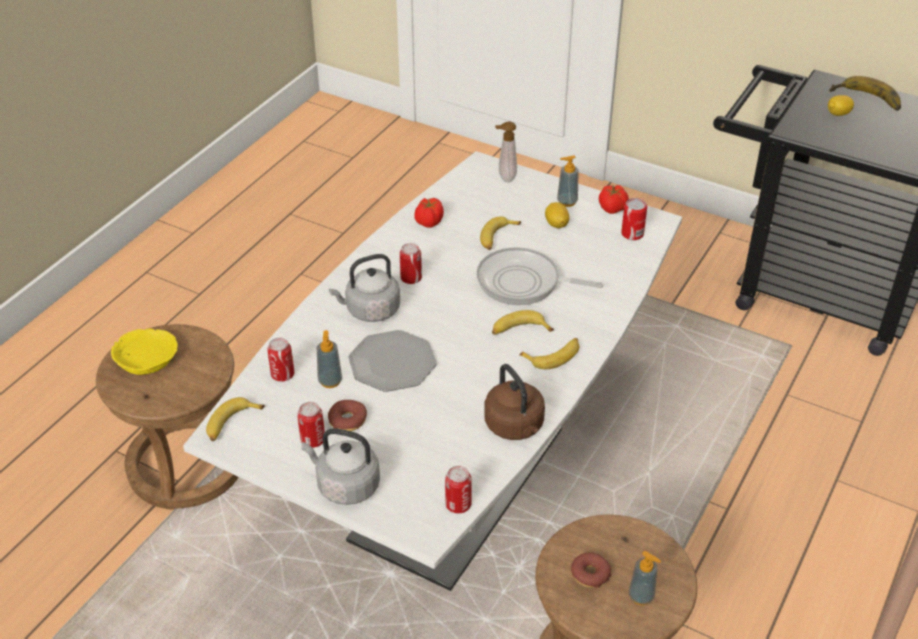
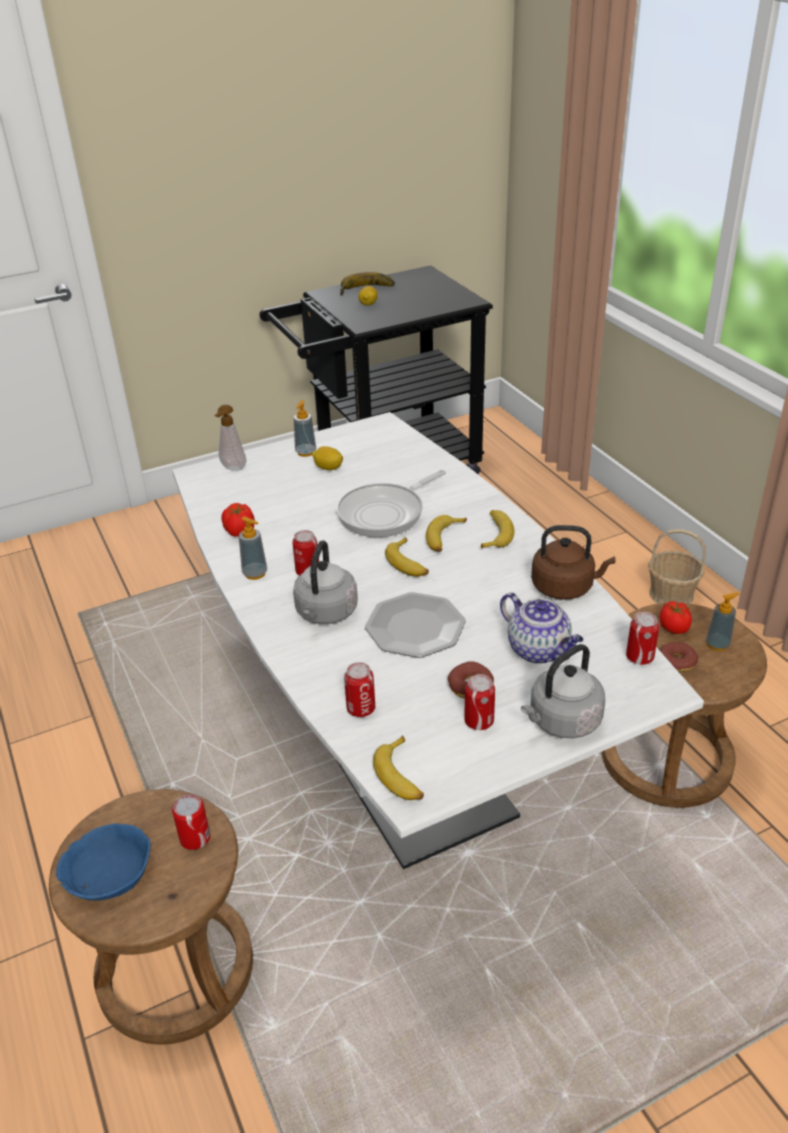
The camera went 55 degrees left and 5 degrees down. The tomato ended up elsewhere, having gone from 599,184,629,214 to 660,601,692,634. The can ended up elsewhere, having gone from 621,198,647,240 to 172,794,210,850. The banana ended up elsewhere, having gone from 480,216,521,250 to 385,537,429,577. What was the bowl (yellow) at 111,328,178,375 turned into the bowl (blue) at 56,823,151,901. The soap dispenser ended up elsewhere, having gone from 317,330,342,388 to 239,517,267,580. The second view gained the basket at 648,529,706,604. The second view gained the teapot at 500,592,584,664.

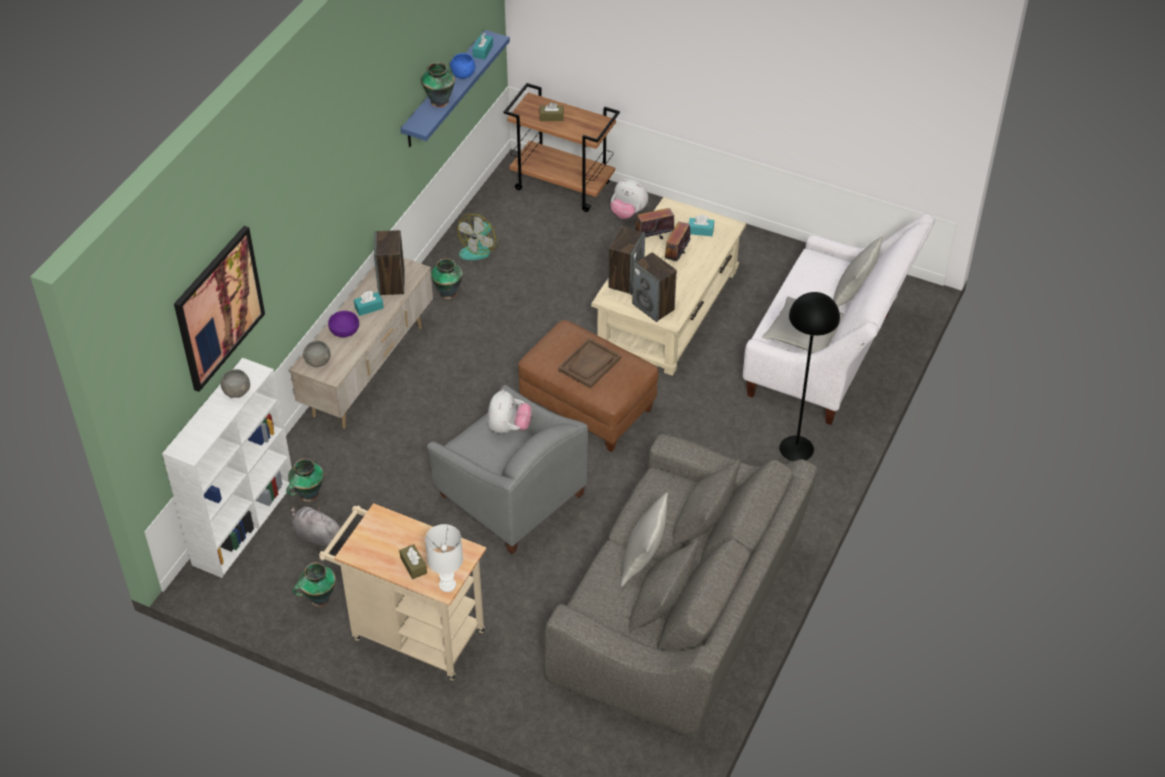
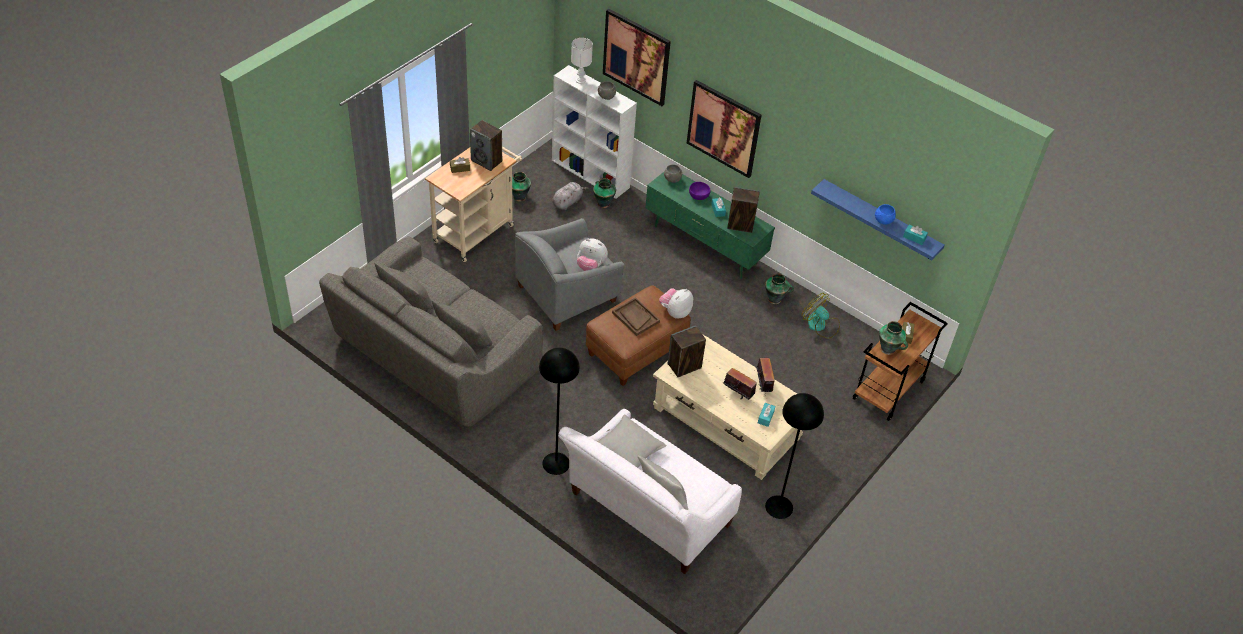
The camera went 100 degrees right and 0 degrees up. The vase ended up elsewhere, having gone from 421,62,455,108 to 879,321,908,355. The plush toy ended up elsewhere, having gone from 610,178,648,219 to 659,288,693,319. The speaker ended up elsewhere, having gone from 608,226,645,295 to 470,120,502,171. What was the tv stand (beige) at 289,258,433,429 turned into the tv stand (green) at 645,172,775,279. The second view lost the pillow (grey) at 620,492,668,587. The table lamp (white) ended up elsewhere, having gone from 425,524,463,592 to 571,38,593,84. The second view gained the picture at 687,80,762,178. The second view gained the floor lamp (black) at 765,393,824,519.

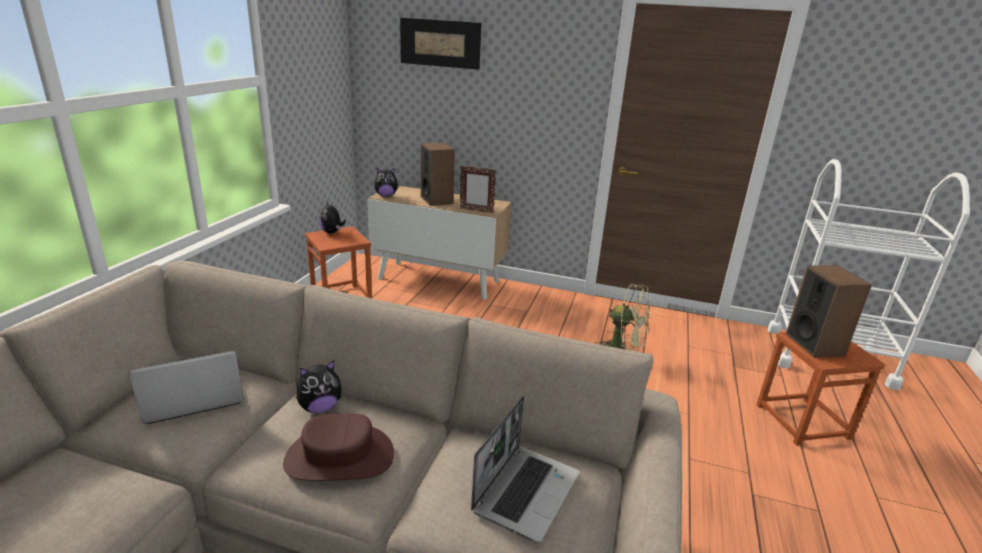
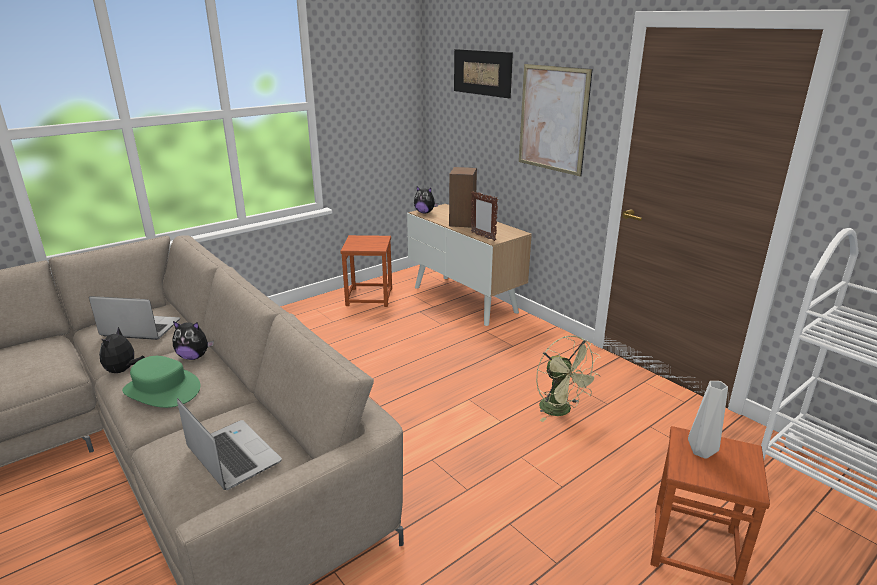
The camera went 35 degrees right and 0 degrees up. The plush toy ended up elsewhere, having gone from 319,201,346,234 to 99,327,145,373. Where the speaker stood at 786,265,872,358, the vase (grey) came to stand at 688,381,728,459. The laptop at 471,396,580,543 ended up facing another way, 105 degrees counterclockwise from before. What was the hat (brown) at 283,413,394,481 turned into the hat (green) at 122,356,200,408. The second view gained the picture at 519,64,593,177.

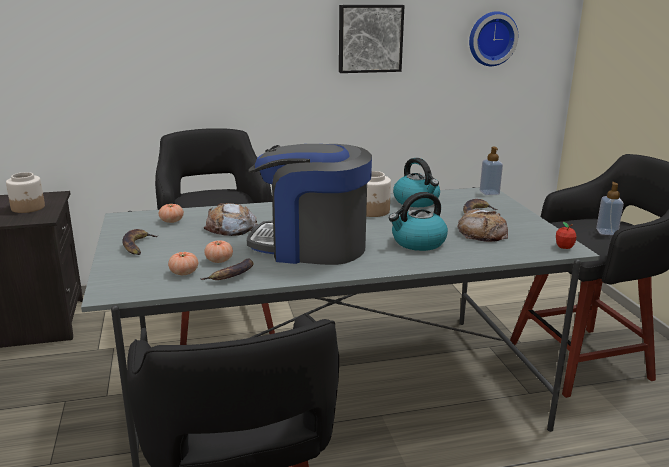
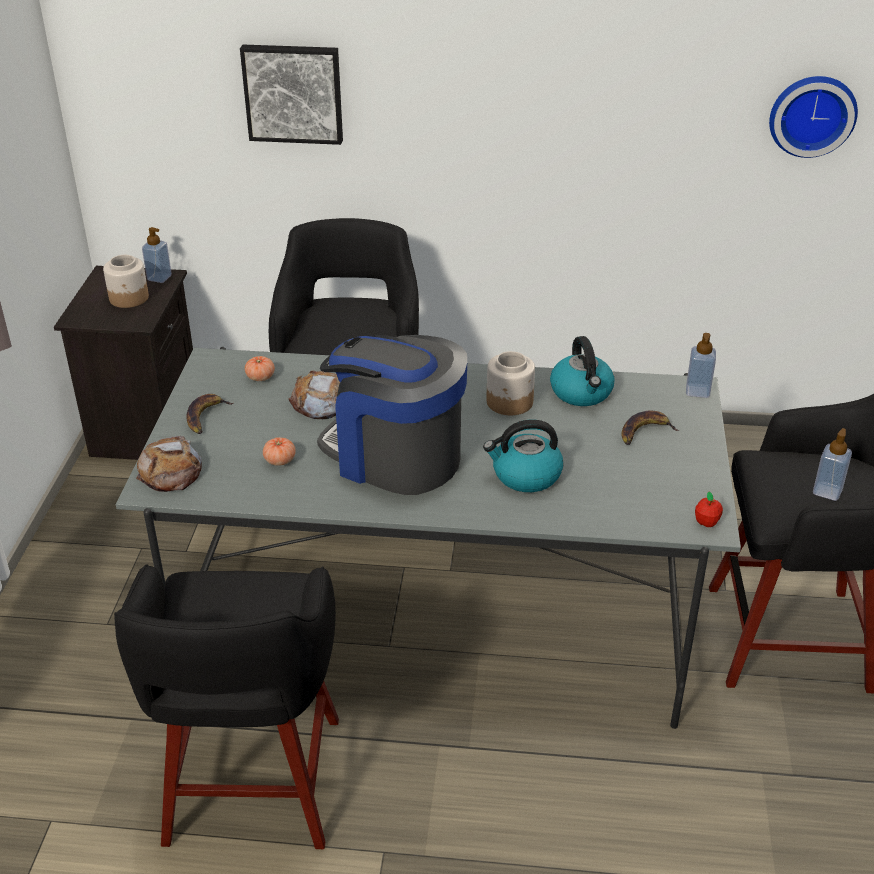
The camera went 20 degrees right and 15 degrees up. The picture ended up elsewhere, having gone from 339,5,405,73 to 240,45,343,145. The bread ended up elsewhere, having gone from 457,209,508,242 to 136,436,202,492. The second view lost the tomato at 168,252,198,275. The second view lost the banana at 200,258,254,280. The second view gained the soap dispenser at 142,227,172,283.

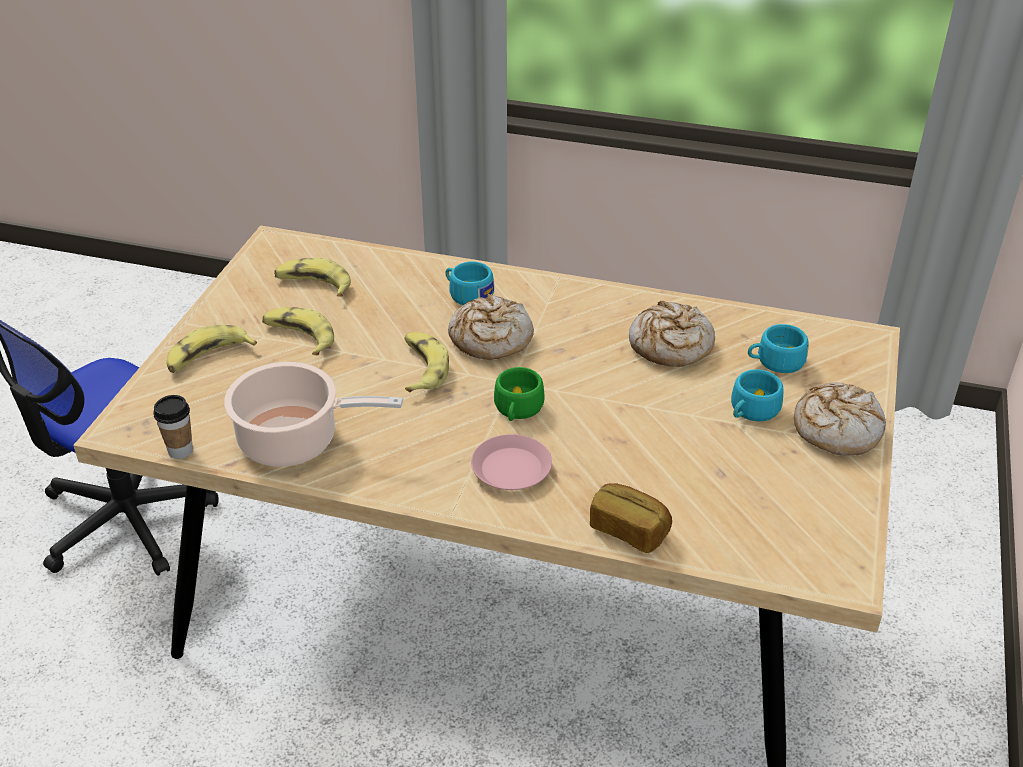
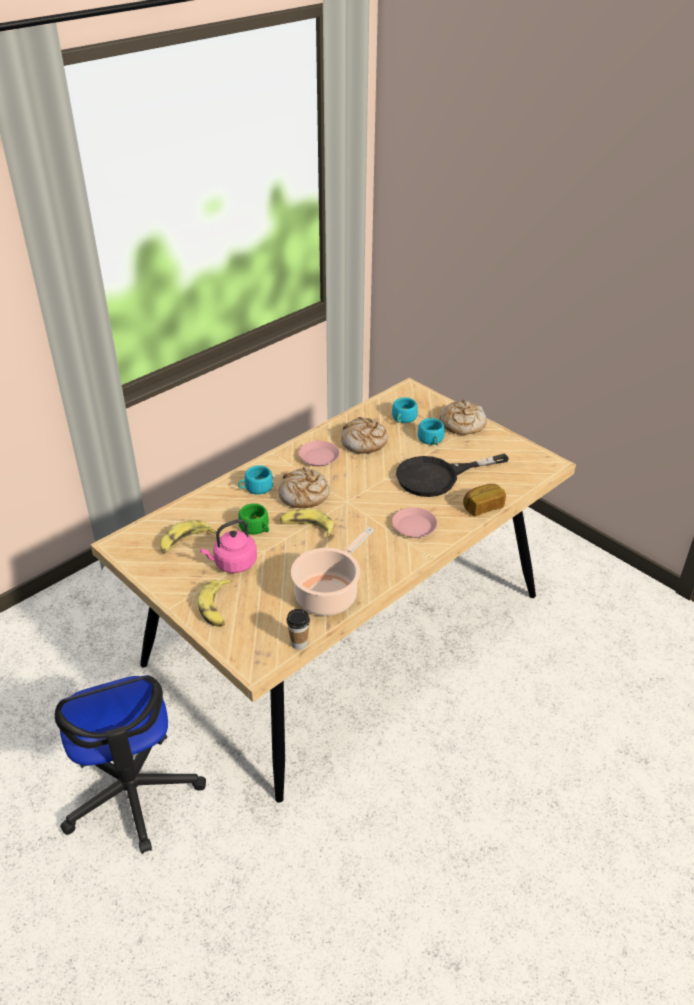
The camera went 60 degrees left and 0 degrees up. Where the banana stood at 262,307,334,356, the kettle (pink) came to stand at 200,519,257,573. The cup (green) ended up elsewhere, having gone from 494,367,544,421 to 238,503,269,535. The second view gained the plate (pink) at 298,441,340,466. The second view gained the frying pan (black) at 396,454,509,497.

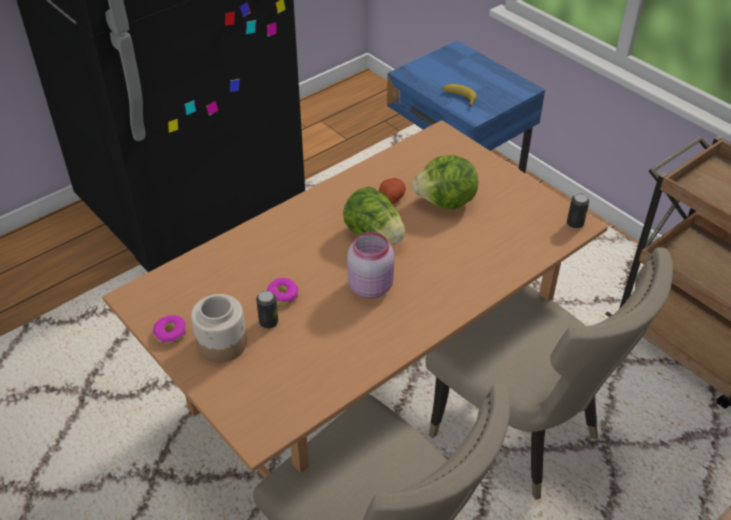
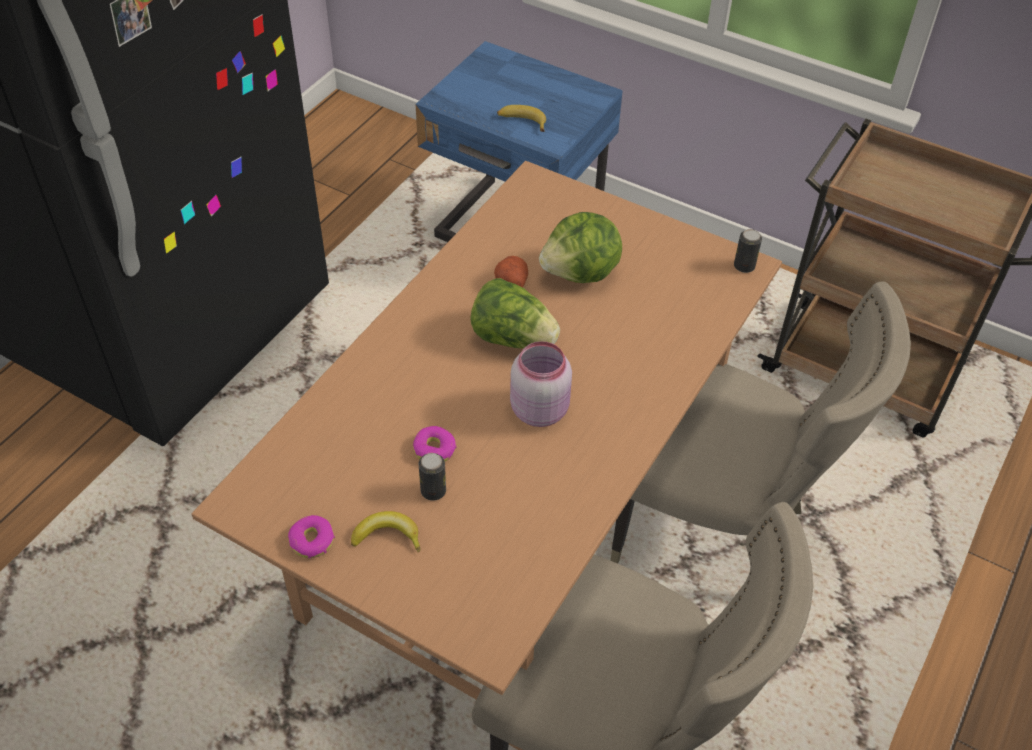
The camera went 20 degrees left and 5 degrees up. Where the jar stood at 191,294,247,363, the banana came to stand at 351,511,420,552.

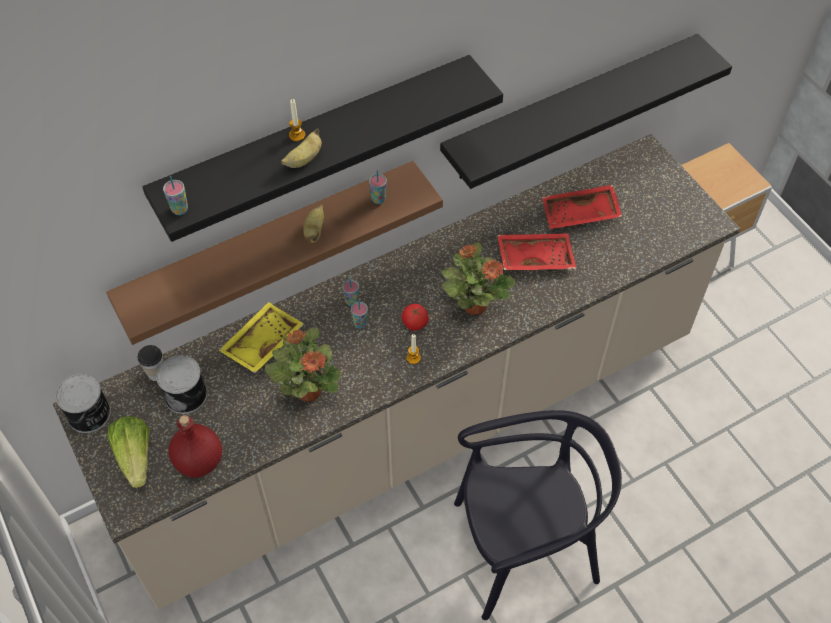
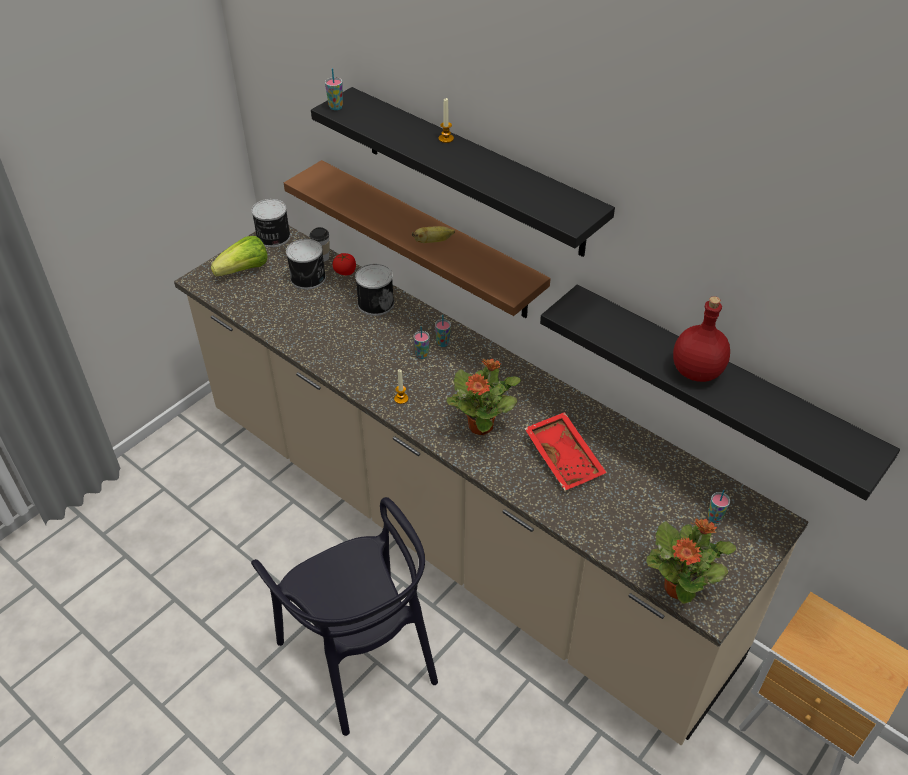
The camera went 70 degrees right and 10 degrees down. The second view lost the banana at 281,128,322,168. The cup ended up elsewhere, having gone from 369,170,387,204 to 708,490,730,523. The second view lost the tray (red) at 542,184,622,229. Where the tray (yellow) stood at 218,302,304,373, the can came to stand at 355,264,394,316. The tomato ended up elsewhere, having gone from 401,304,429,331 to 333,253,356,275. The potted plant ended up elsewhere, having gone from 265,327,341,402 to 646,519,736,604. The bottle (red) ended up elsewhere, having gone from 168,415,222,478 to 673,296,730,382.

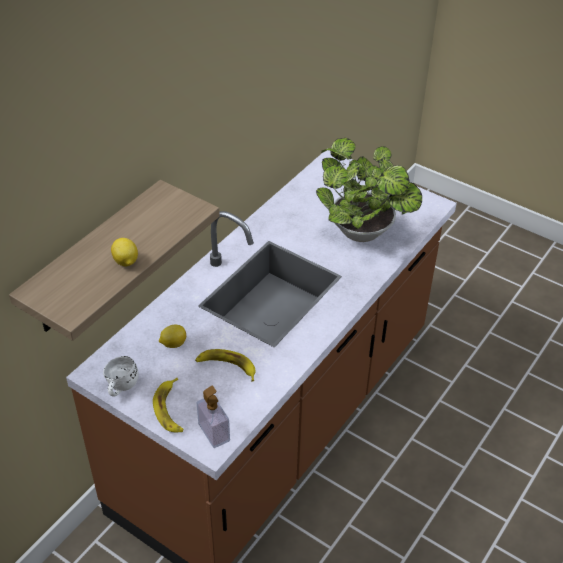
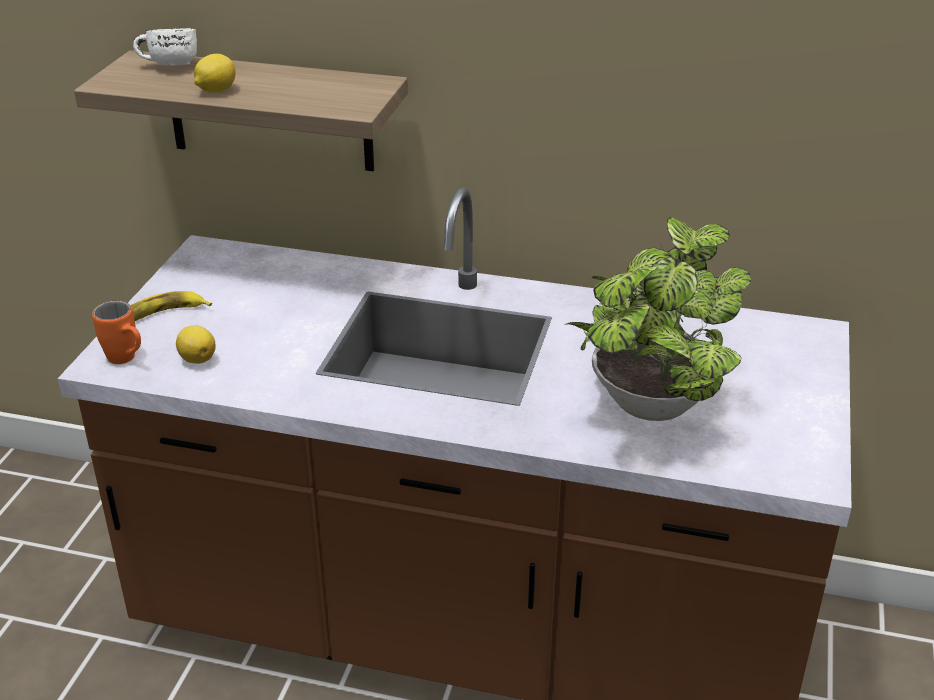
The camera went 70 degrees right and 10 degrees down. The lemon ended up elsewhere, having gone from 159,325,186,348 to 176,325,216,364. The second view lost the banana at 195,349,256,381. The mug (white) ended up elsewhere, having gone from 103,356,139,397 to 133,28,197,65. Where the soap dispenser stood at 197,386,230,448, the mug (orange) came to stand at 92,301,141,364.

